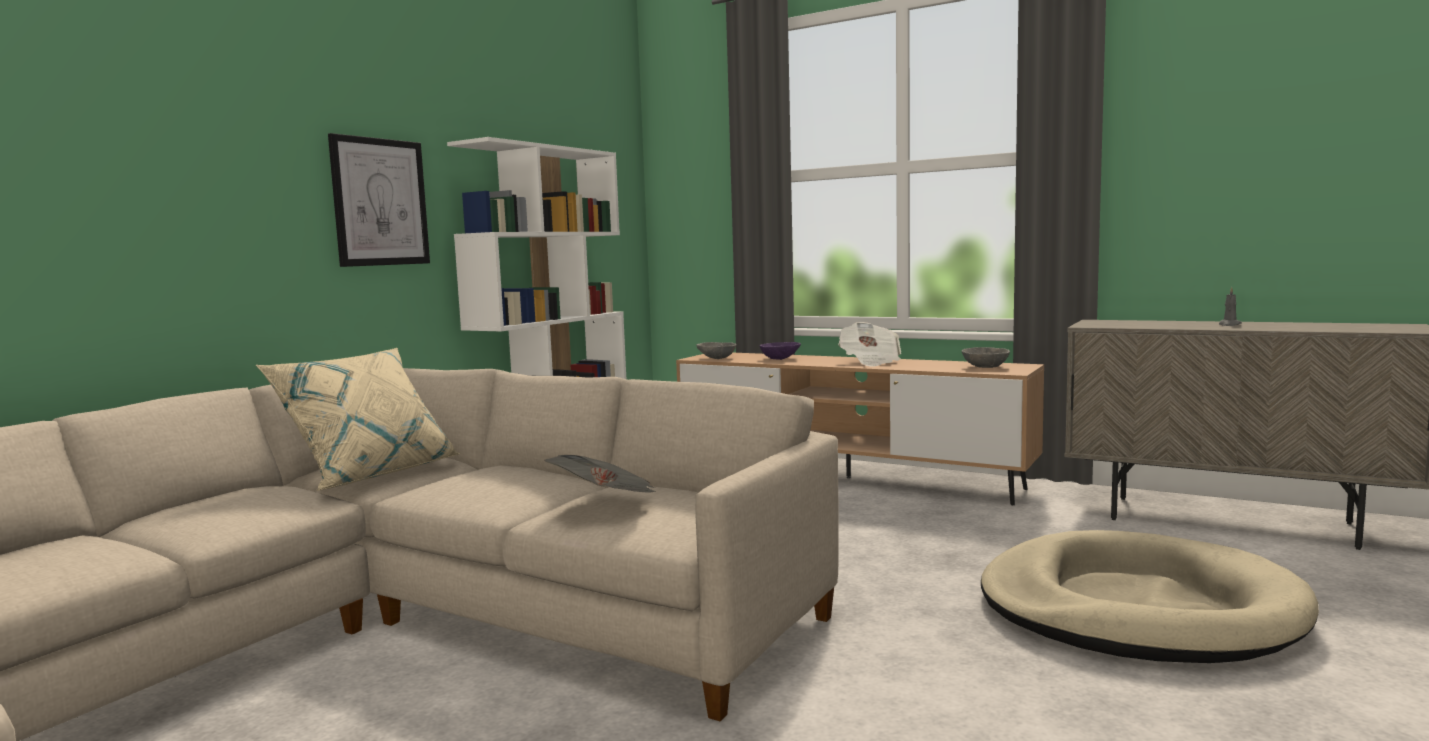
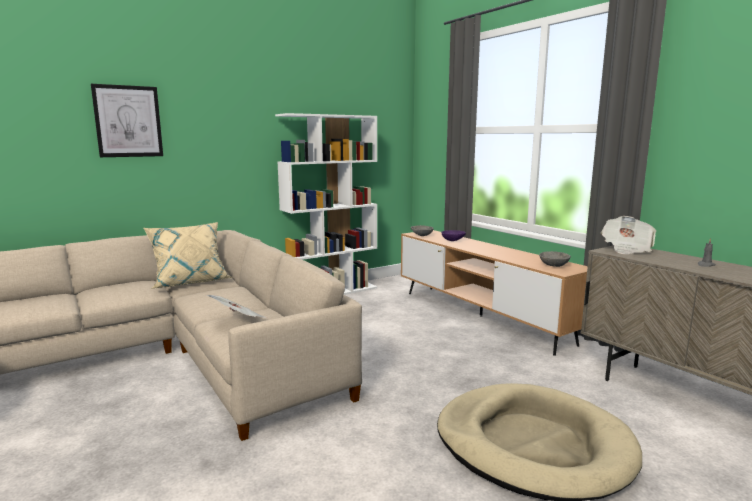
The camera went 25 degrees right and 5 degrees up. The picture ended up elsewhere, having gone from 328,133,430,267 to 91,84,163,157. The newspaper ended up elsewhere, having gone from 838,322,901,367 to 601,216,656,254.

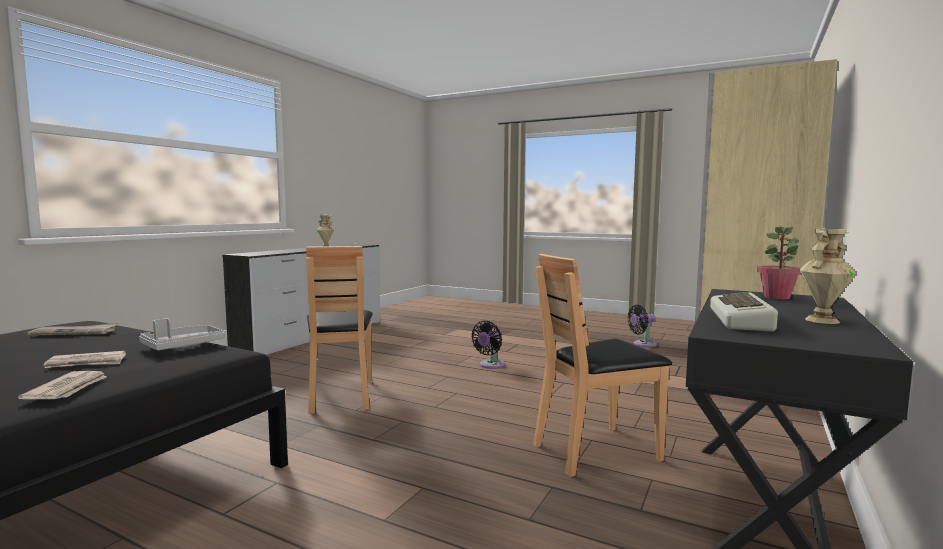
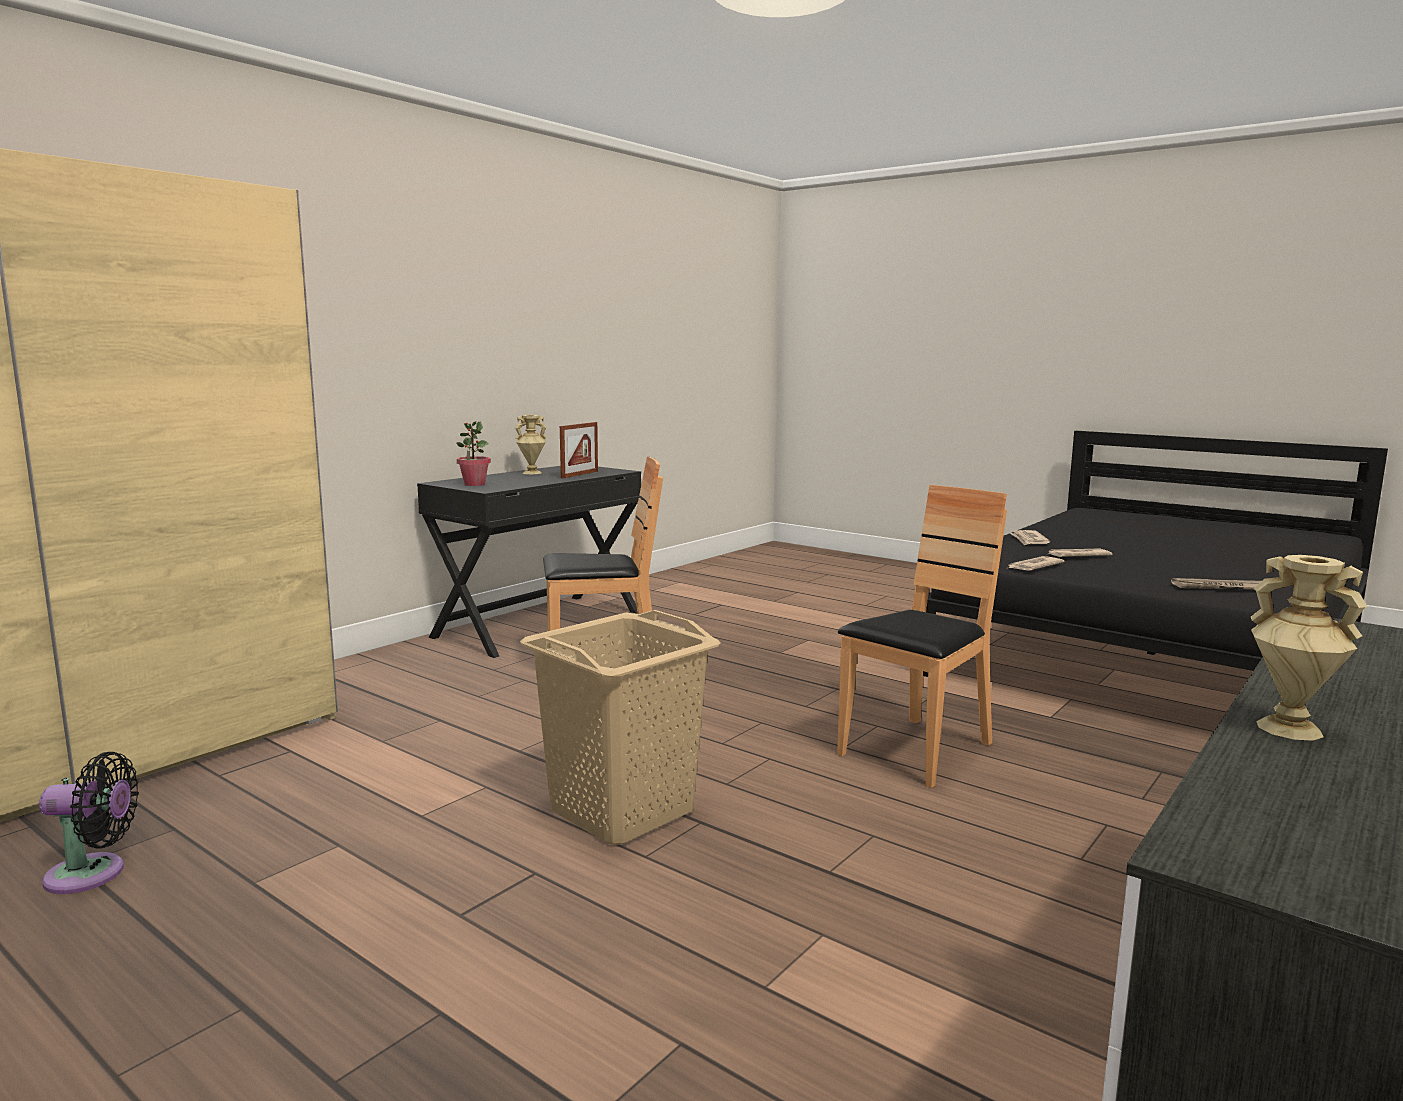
The camera went 170 degrees left and 5 degrees up. The chair (brown) at 306,246,373,414 ended up facing another way, 45 degrees clockwise from before. Where the keyboard stood at 710,292,778,332, the picture frame came to stand at 560,422,598,478. Where the tray (grey) stood at 139,318,224,350, the newspaper came to stand at 1006,556,1064,571. Where the fan (black) stood at 471,321,505,369, the laundry basket (beige) came to stand at 520,610,721,845.

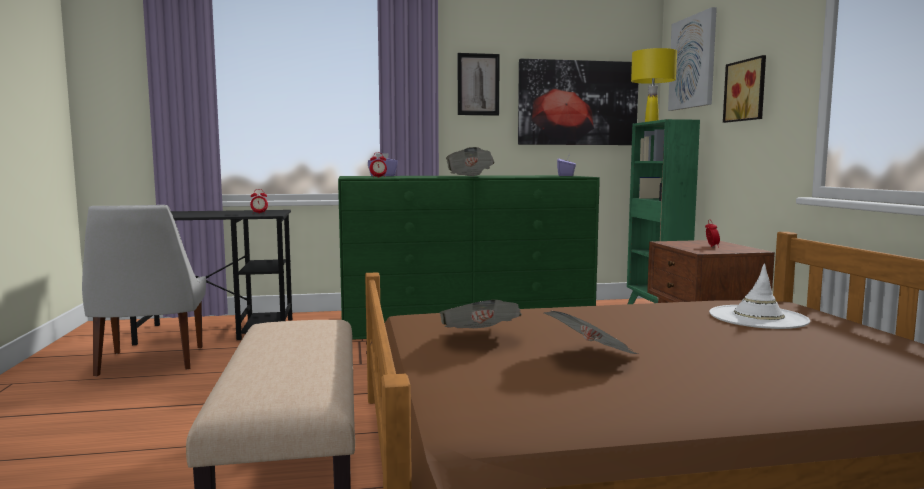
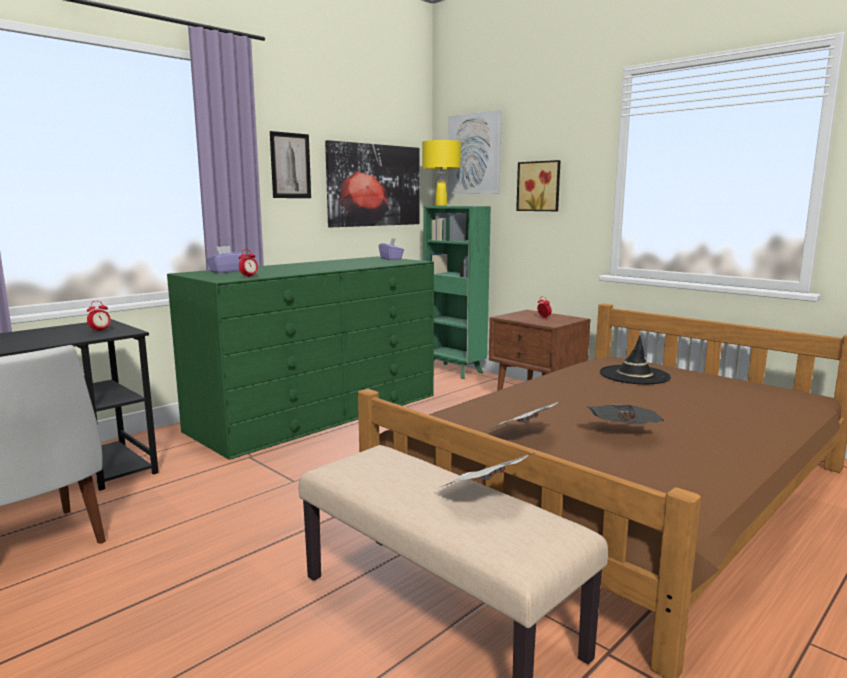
The camera went 35 degrees left and 5 degrees up. The newspaper ended up elsewhere, having gone from 446,147,494,176 to 441,453,535,487. What was the hat (white) at 709,263,810,329 turned into the hat (black) at 600,336,671,384.

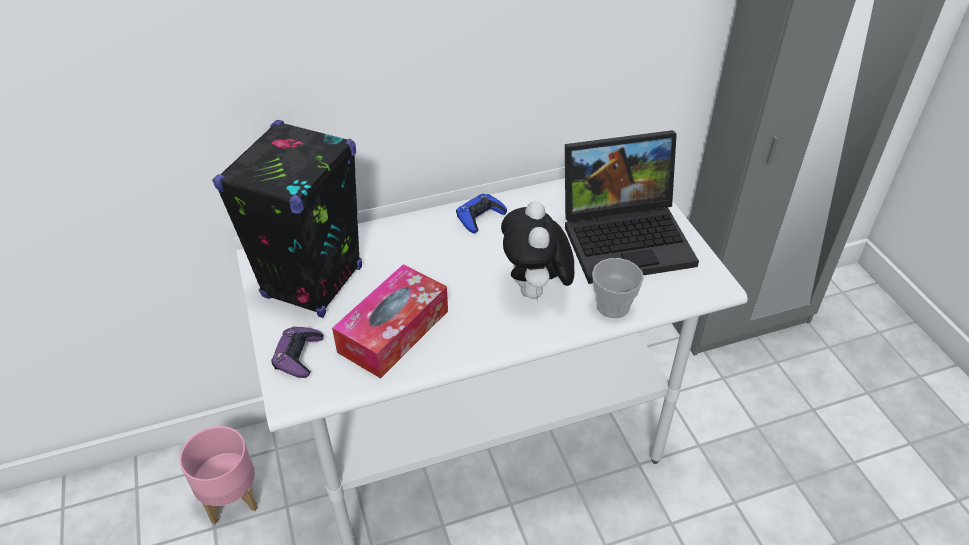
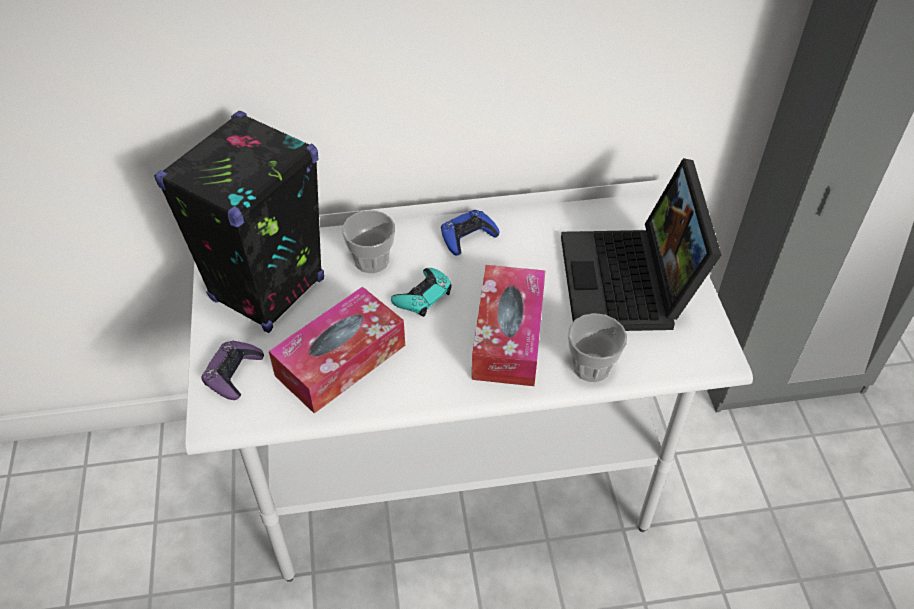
The camera went 10 degrees right and 5 degrees up. The laptop at 565,130,699,284 ended up facing another way, 90 degrees clockwise from before. Where the plush toy stood at 501,201,574,300, the tissue box came to stand at 472,265,546,386. The second view lost the planter (pink) at 179,426,258,524. The second view gained the cup at 342,210,395,273. The second view gained the game controller (turquoise) at 391,268,452,317.

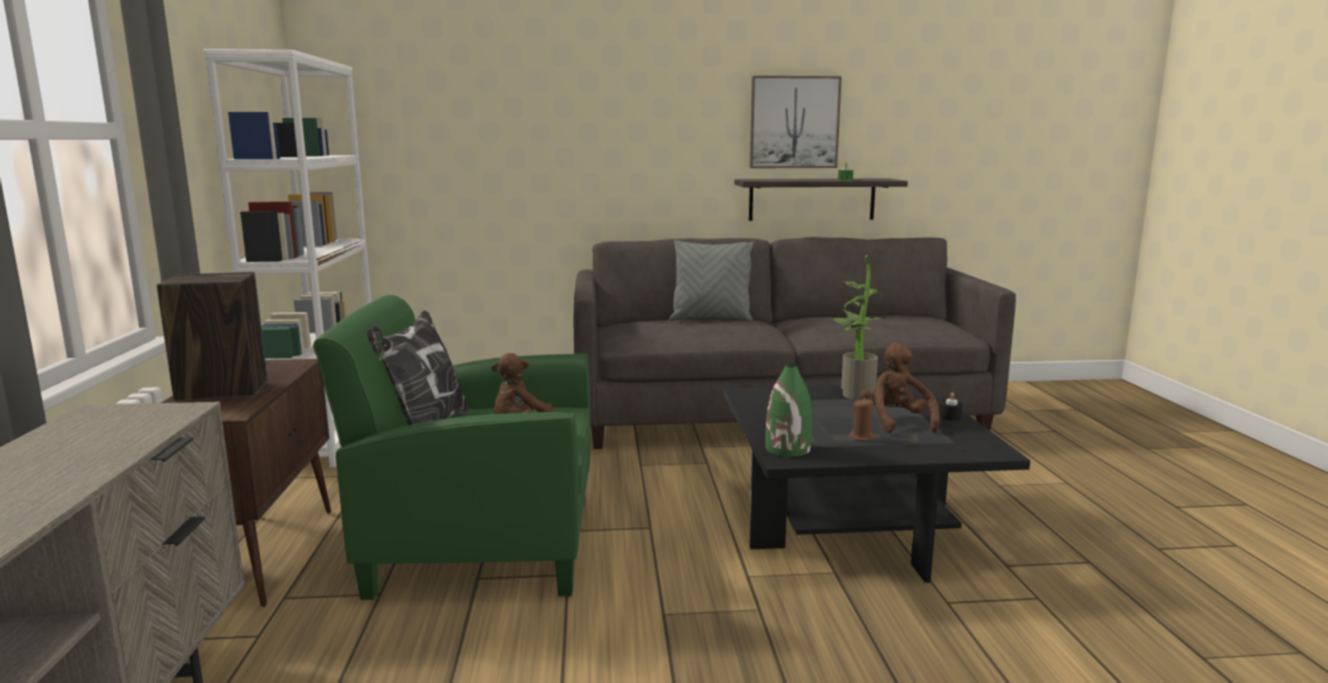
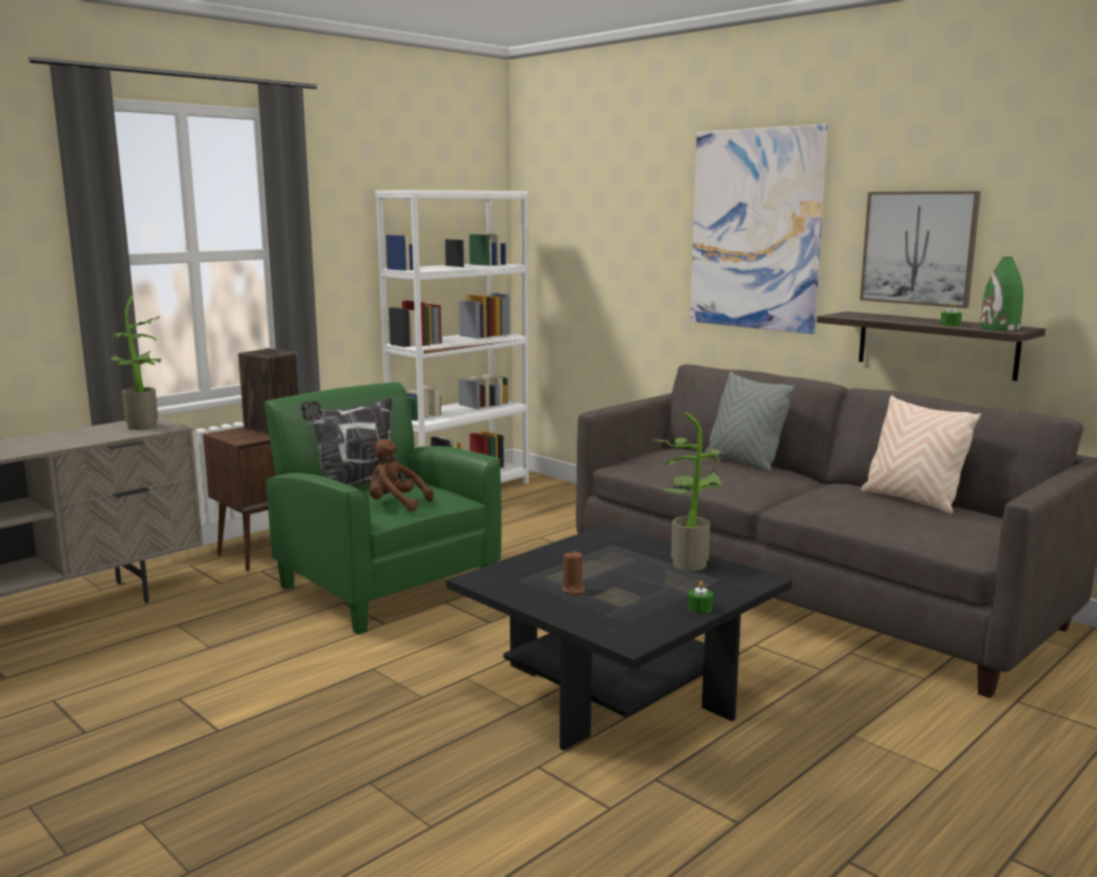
The camera went 50 degrees right and 0 degrees up. The second view lost the plush toy (brown) at 859,343,940,433. The vase (green) ended up elsewhere, having gone from 765,364,812,457 to 980,257,1023,331. What was the candle (black) at 939,392,963,421 turned into the candle (green) at 688,581,713,613. The second view gained the picture at 690,124,828,334. The second view gained the potted plant at 111,295,161,430. The second view gained the pillow (beige) at 861,395,981,514.

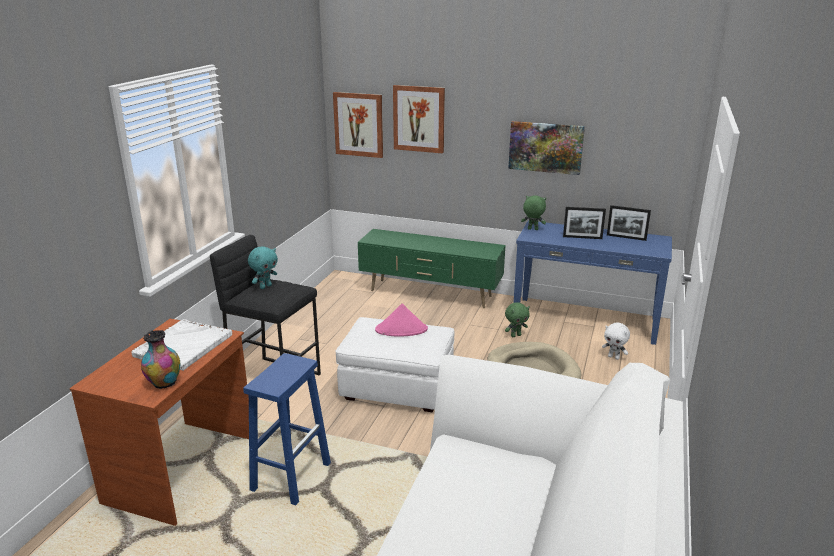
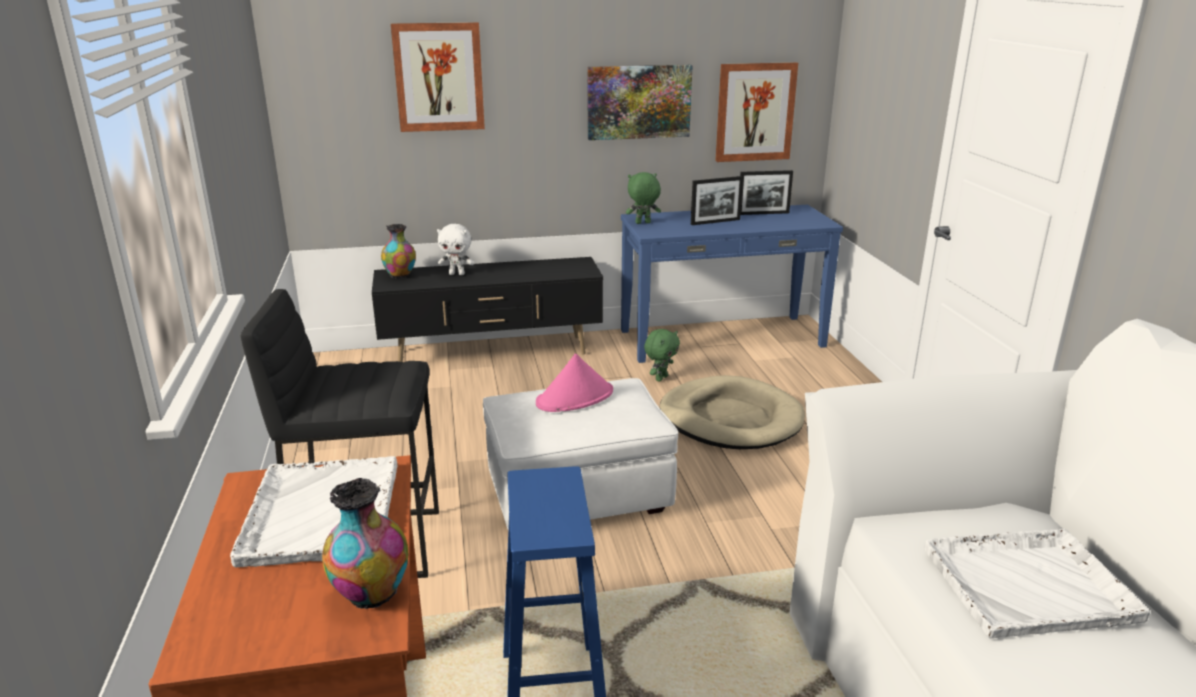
The camera went 30 degrees left and 0 degrees up. The picture ended up elsewhere, having gone from 333,92,383,158 to 715,62,798,162. What was the tv stand (green) at 358,229,505,308 turned into the tv stand (black) at 372,257,603,362. The second view lost the plush toy (turquoise) at 248,246,278,289. The plush toy (white) ended up elsewhere, having gone from 602,323,630,360 to 437,224,474,275. The second view gained the vase at 381,224,416,278. The second view gained the tray (white) at 924,528,1150,638.

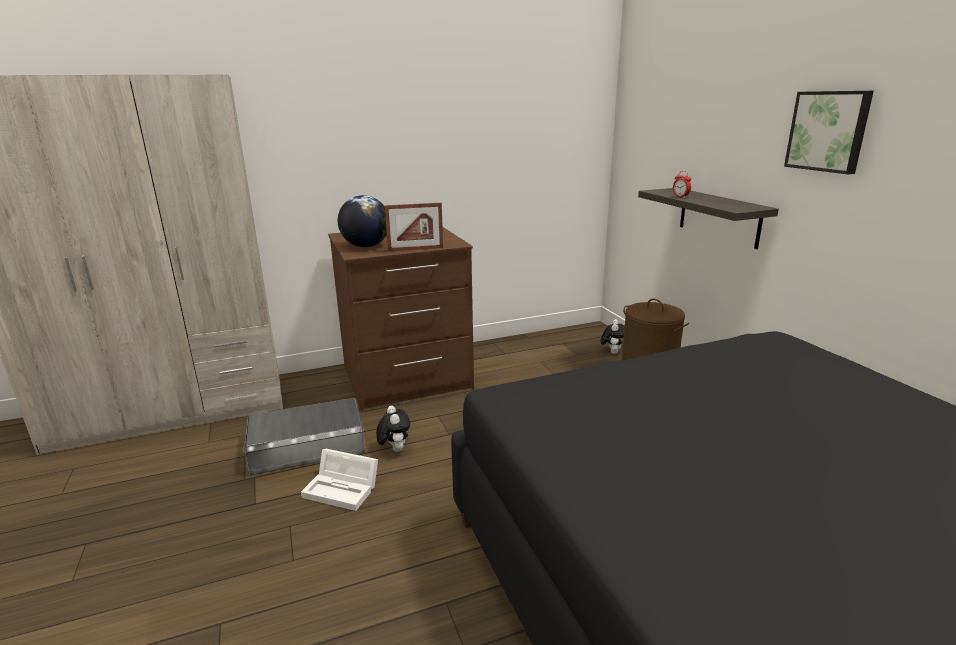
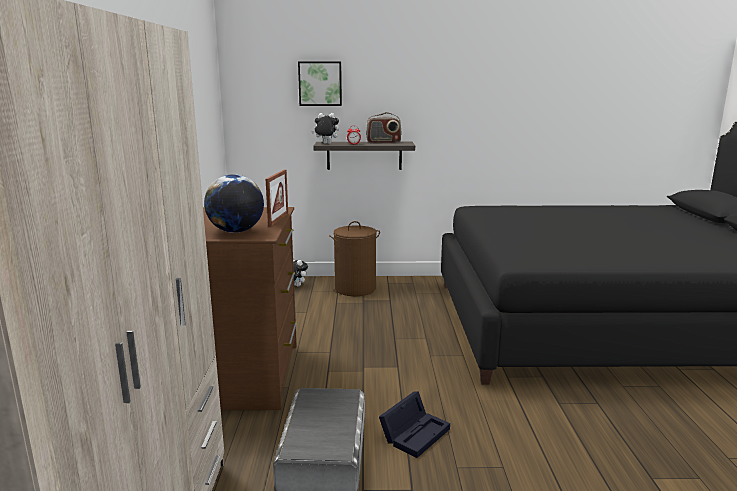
The camera went 70 degrees left and 5 degrees down. The picture ended up elsewhere, having gone from 784,91,874,174 to 298,62,342,106. The plush toy ended up elsewhere, having gone from 376,406,411,452 to 311,113,339,144. What was the storage box (white) at 301,449,378,511 turned into the storage box (black) at 379,391,450,458. The second view gained the radio at 366,112,402,144.

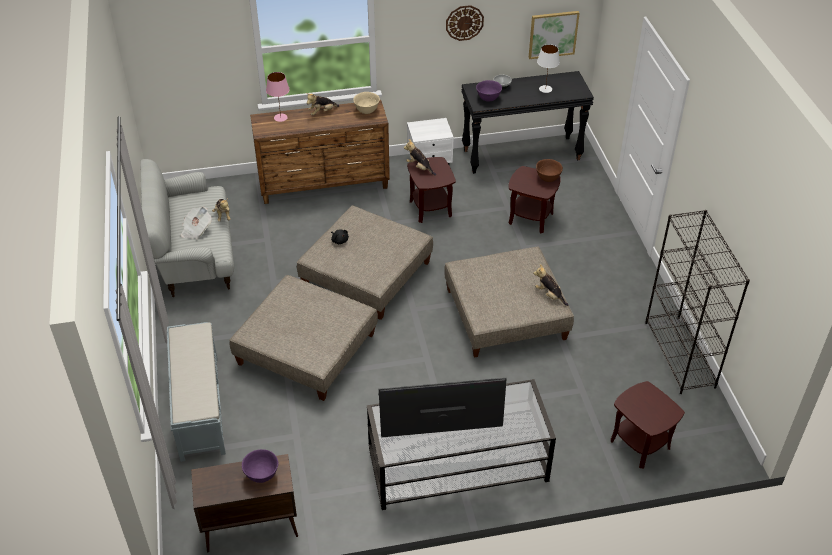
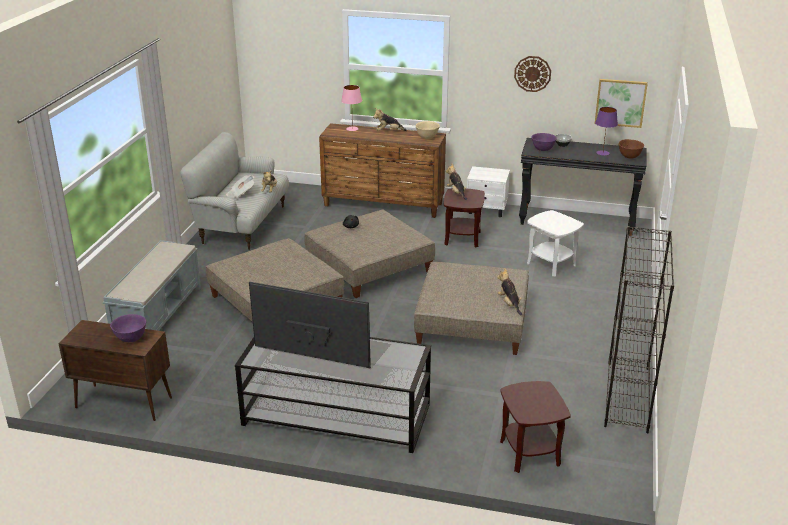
The camera went 25 degrees right and 15 degrees down. What was the table lamp (white) at 537,44,560,93 turned into the table lamp (purple) at 595,107,618,156. The bowl (brown) ended up elsewhere, having gone from 536,159,563,182 to 619,139,644,158. What was the side table (brown) at 509,166,561,233 turned into the side table (white) at 527,210,584,276.

